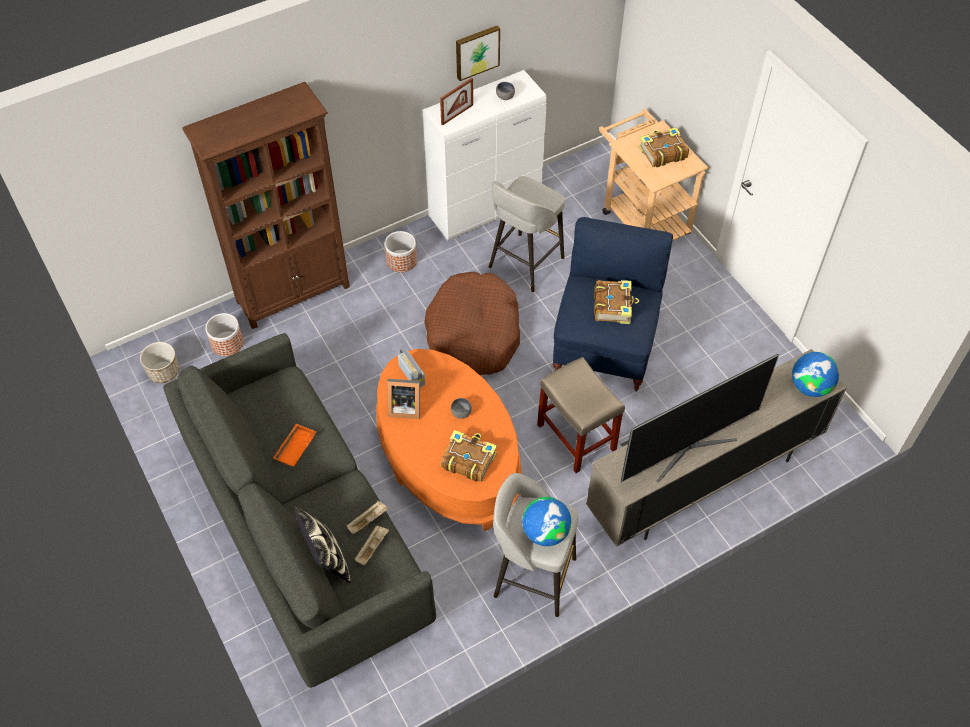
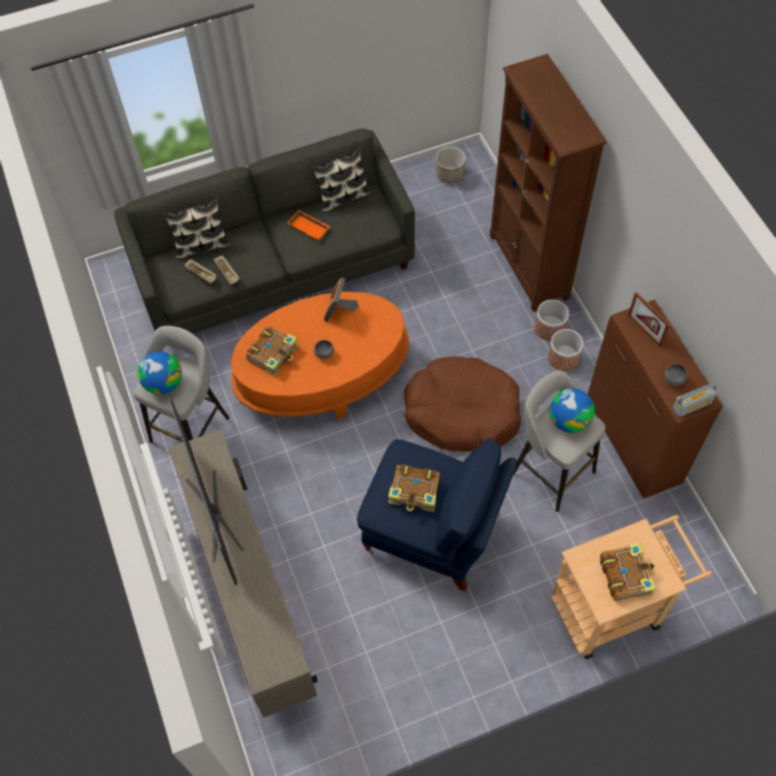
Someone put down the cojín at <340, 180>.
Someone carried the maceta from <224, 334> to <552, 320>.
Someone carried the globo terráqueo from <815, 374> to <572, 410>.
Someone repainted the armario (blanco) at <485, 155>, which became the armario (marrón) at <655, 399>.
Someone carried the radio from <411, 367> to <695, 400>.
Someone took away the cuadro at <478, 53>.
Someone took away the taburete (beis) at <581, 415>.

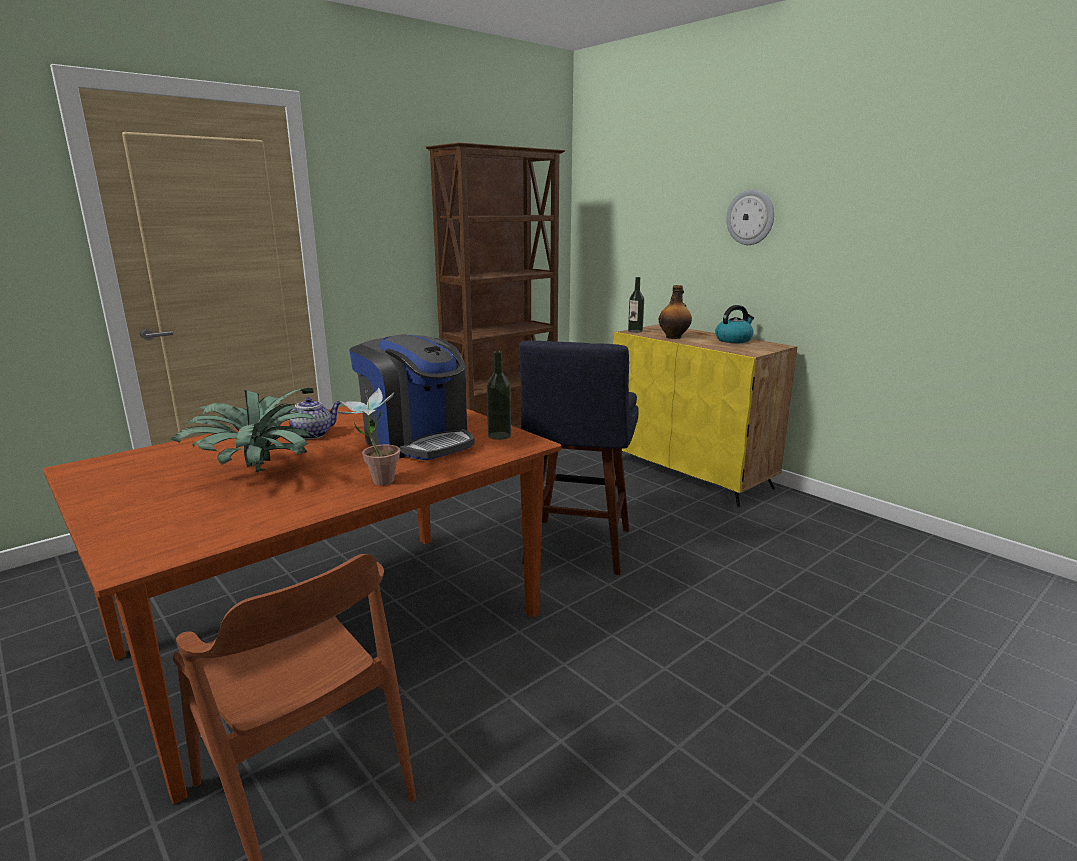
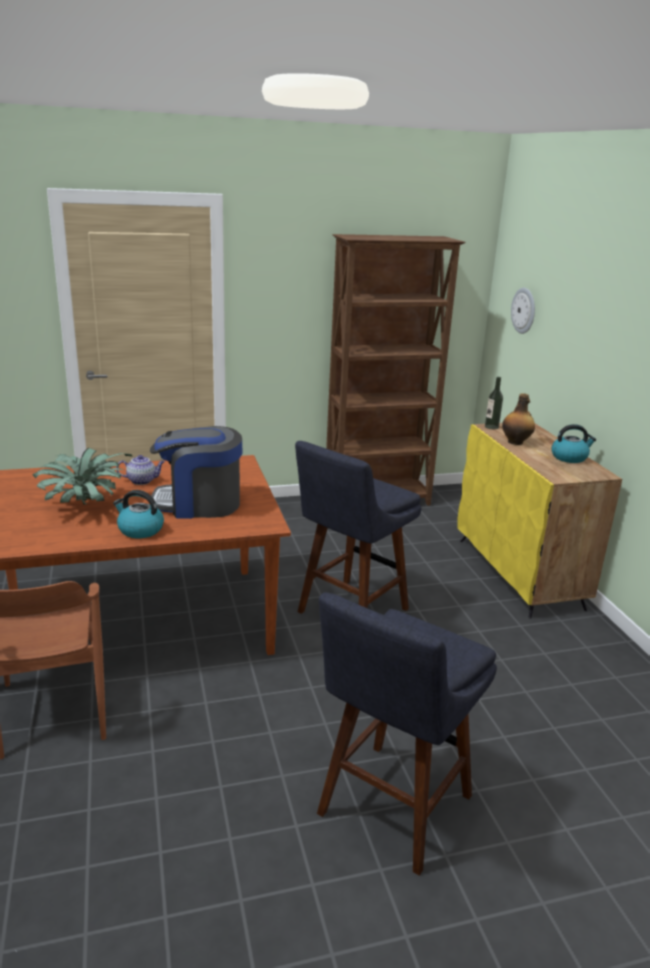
Someone swapped the planta en maceta at <367, 436> for the hervidor at <138, 514>.
Someone rotated the cafetera at <412, 397> by 105 degrees clockwise.
Someone put down the taburete (azul) at <407, 734>.
Someone carried the reloj de pared from <750, 217> to <523, 311>.
Someone took away the botella at <499, 395>.

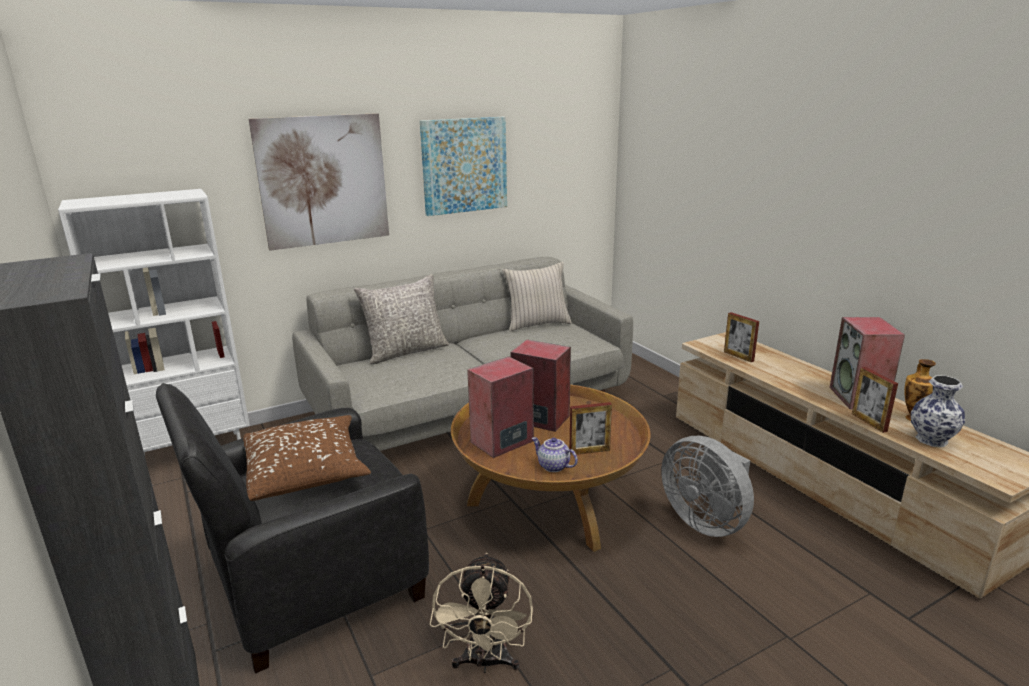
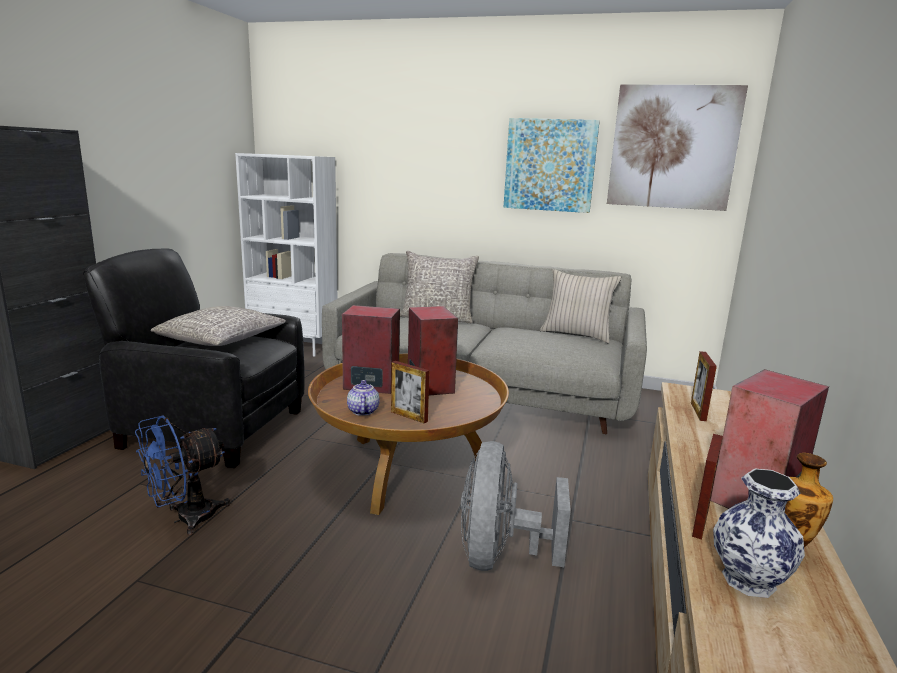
Someone repainted the ventilador (beis) at <481, 613>, which became the ventilador (azul) at <182, 476>.
Someone repainted the cojín (marrón) at <307, 458>, which became the cojín (gris) at <218, 326>.
Someone carried the cuadro from <319, 182> to <677, 147>.

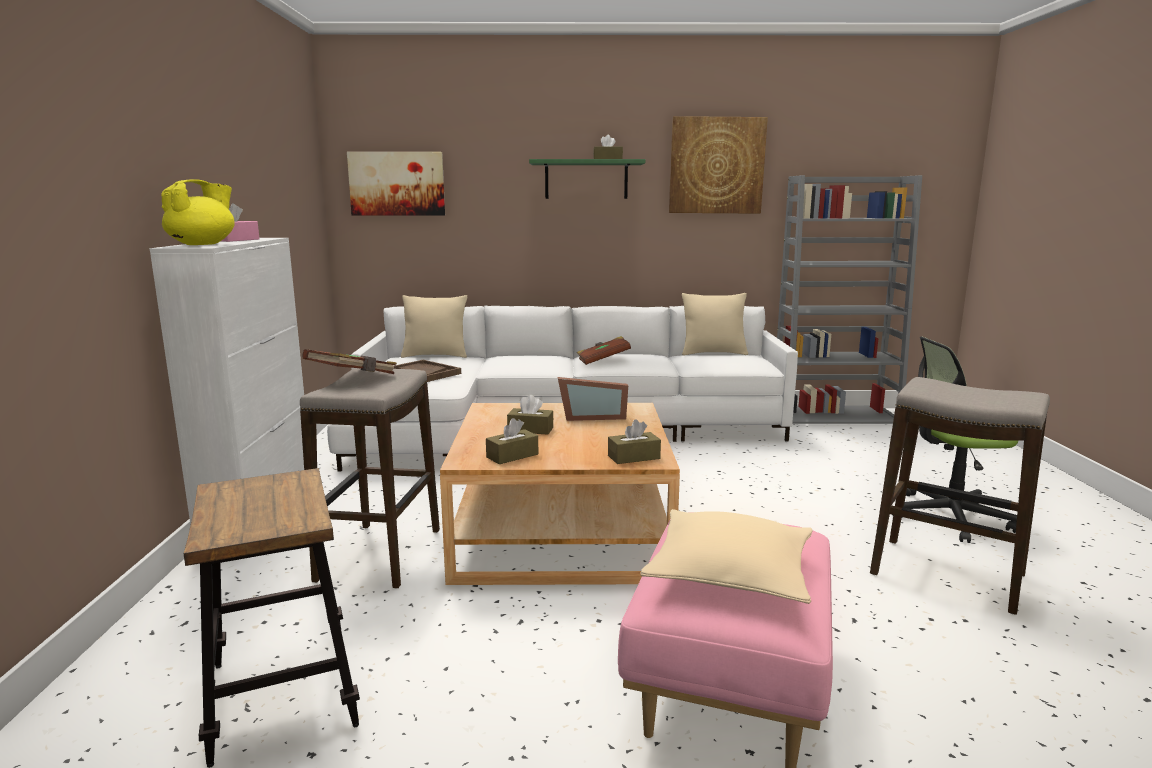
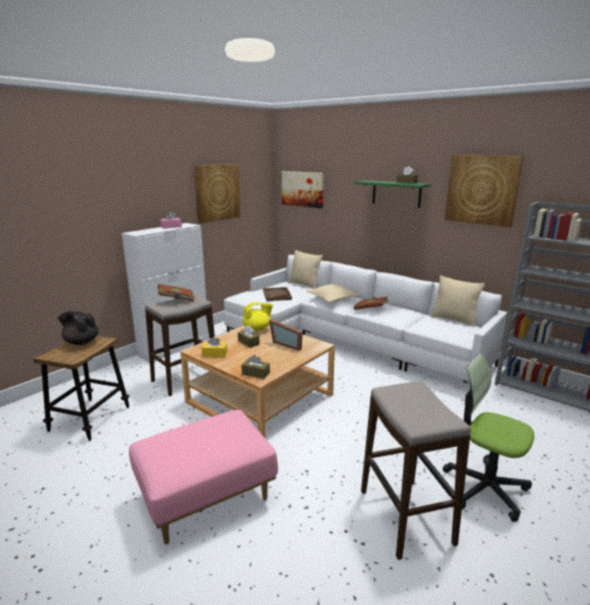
Someone put down the tetera (negro) at <78, 328>.
Someone put up the cuadro at <217, 193>.
Someone repainted the caja de pañuelos (marrón) at <512, 441>, which became the caja de pañuelos (amarillo) at <214, 346>.
Someone carried the tetera (amarillo) from <198, 212> to <258, 316>.
Someone carried the cojín (beis) from <726, 556> to <333, 293>.

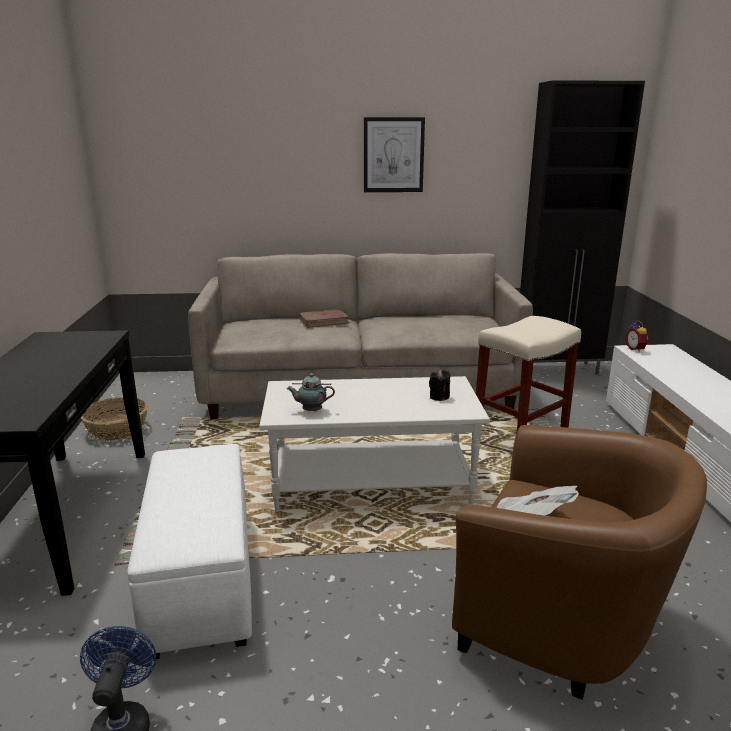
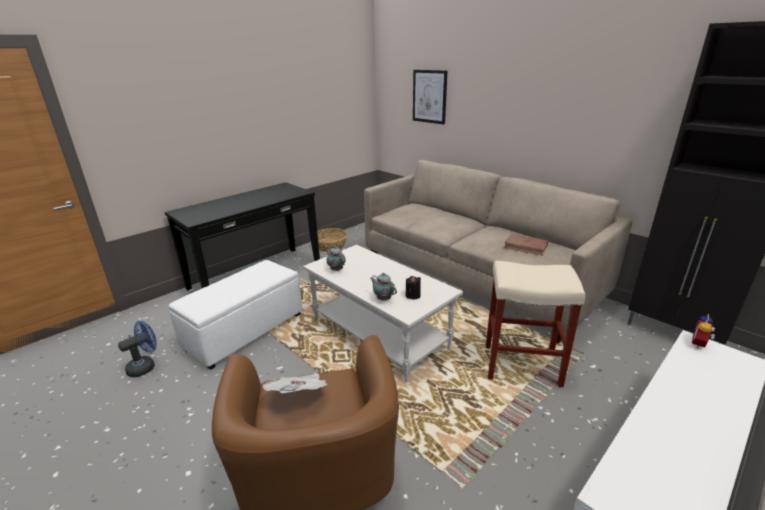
Someone put down the tetera at <383, 287>.
Someone carried the cuadro from <394, 154> to <430, 97>.
Someone carried the libro (marrón) from <324, 318> to <526, 245>.

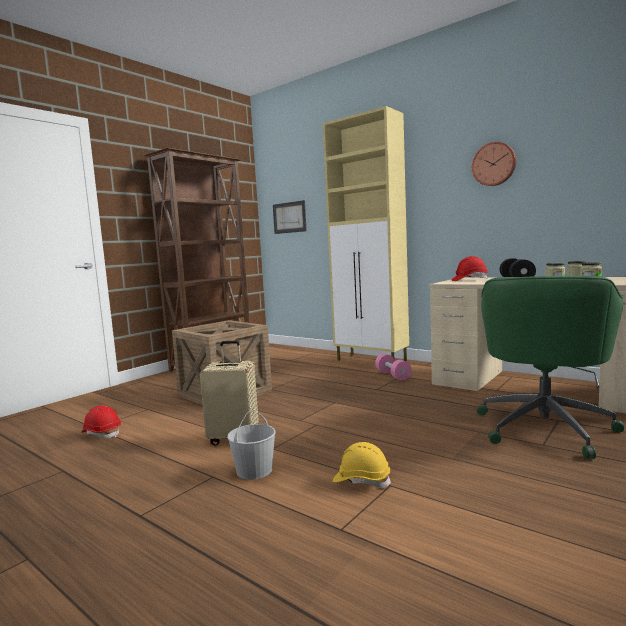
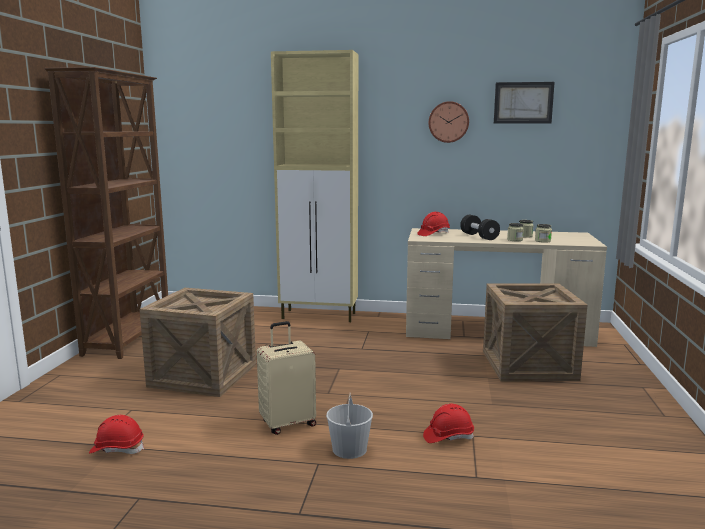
Someone repainted the casco (amarillo) at <362, 465>, which became the casco (rojo) at <448, 423>.
Someone swapped the silla de oficina (verde) at <550, 367> for the caja de embalaje at <535, 332>.
Someone carried the cuadro from <290, 217> to <524, 103>.
Someone took away the mancuerna (rosa) at <393, 367>.

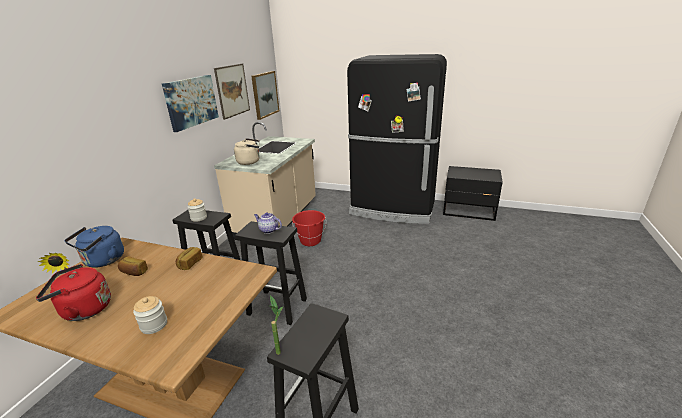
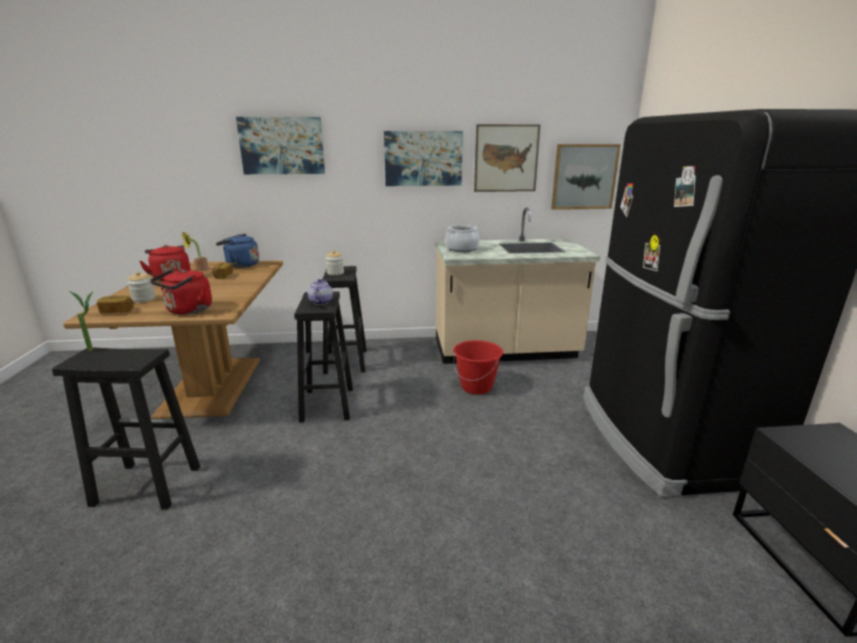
Someone carried the pan from <189, 258> to <115, 304>.
Someone put down the hervidor (rojo) at <181, 292>.
Someone put up the cuadro at <280, 145>.
Someone swapped the hervidor (beis) at <247, 151> for the olla at <462, 238>.

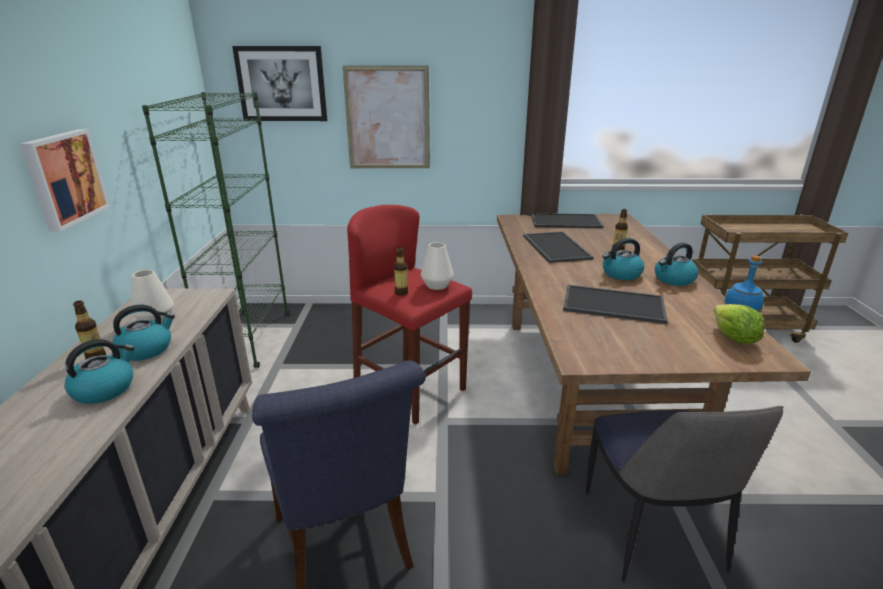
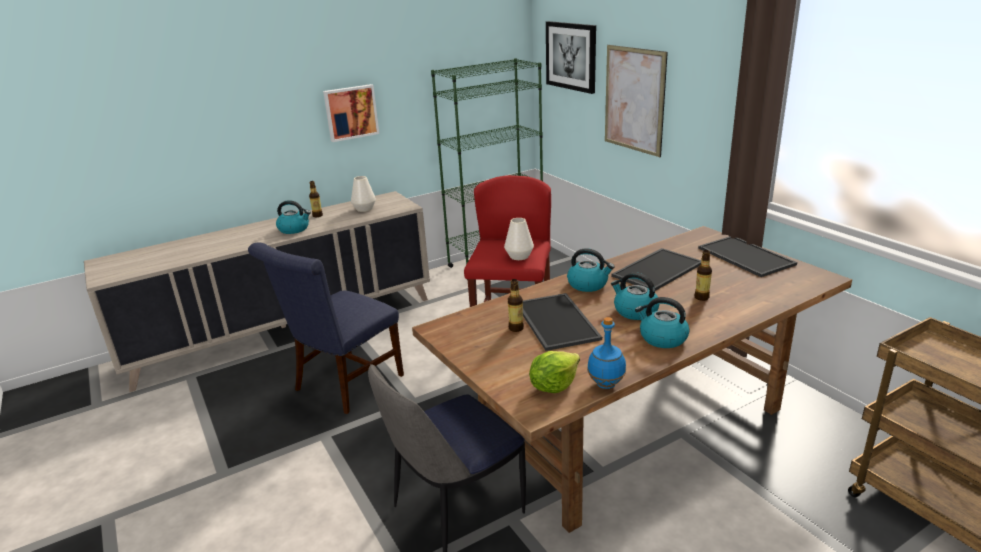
Someone carried the botella from <401, 271> to <516, 305>.
Someone carried the hervidor from <144, 332> to <590, 270>.

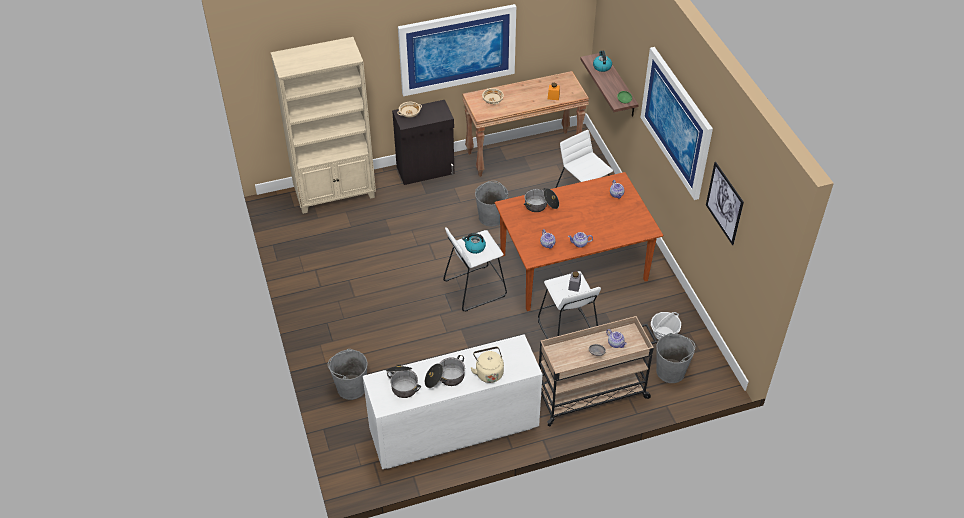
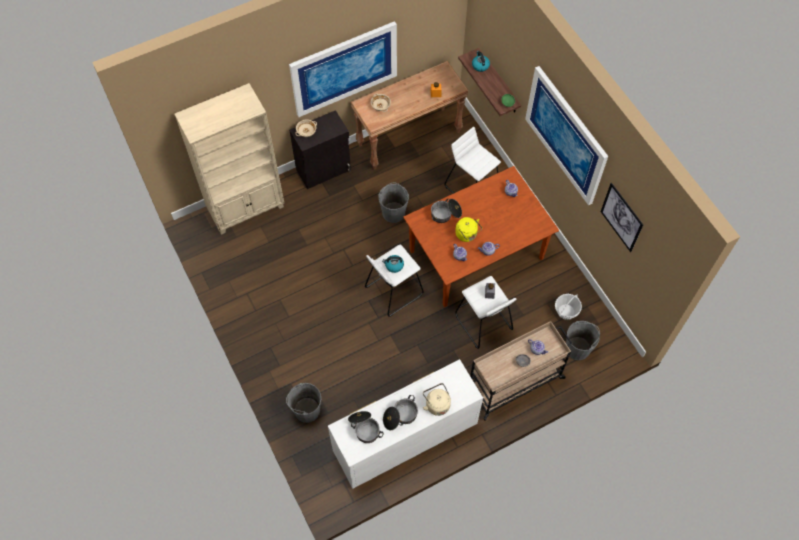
Someone put down the hervidor (amarillo) at <468, 229>.

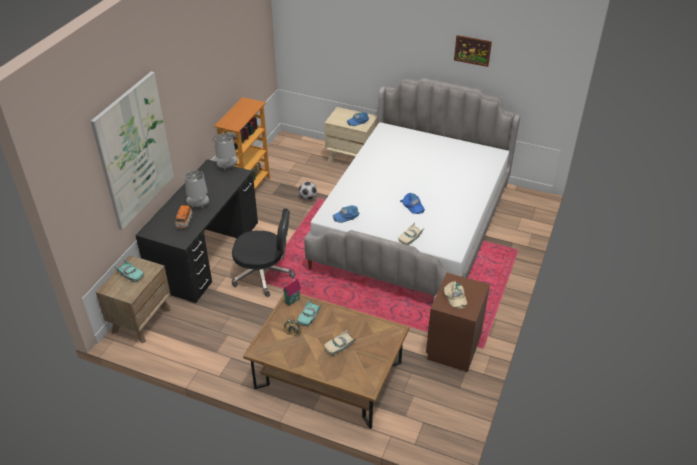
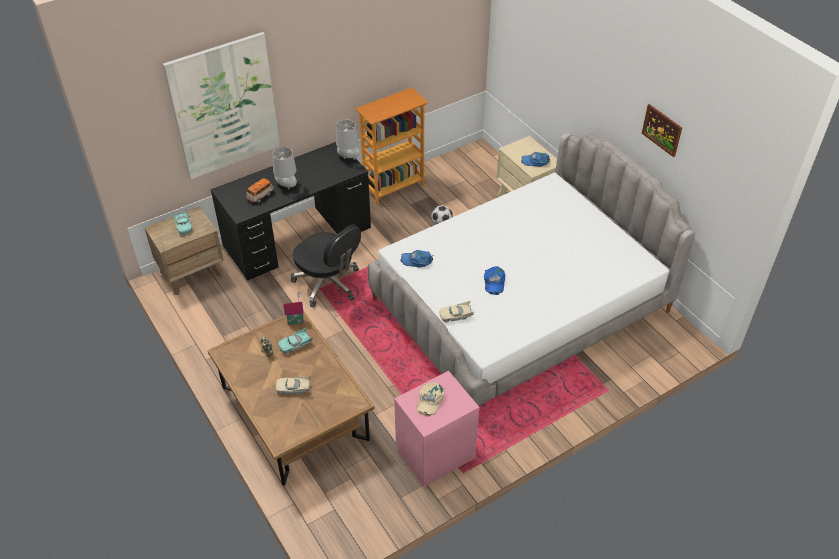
Someone repainted the mesita de noche (marrón) at <458, 322>, which became the mesita de noche (rosa) at <436, 429>.

